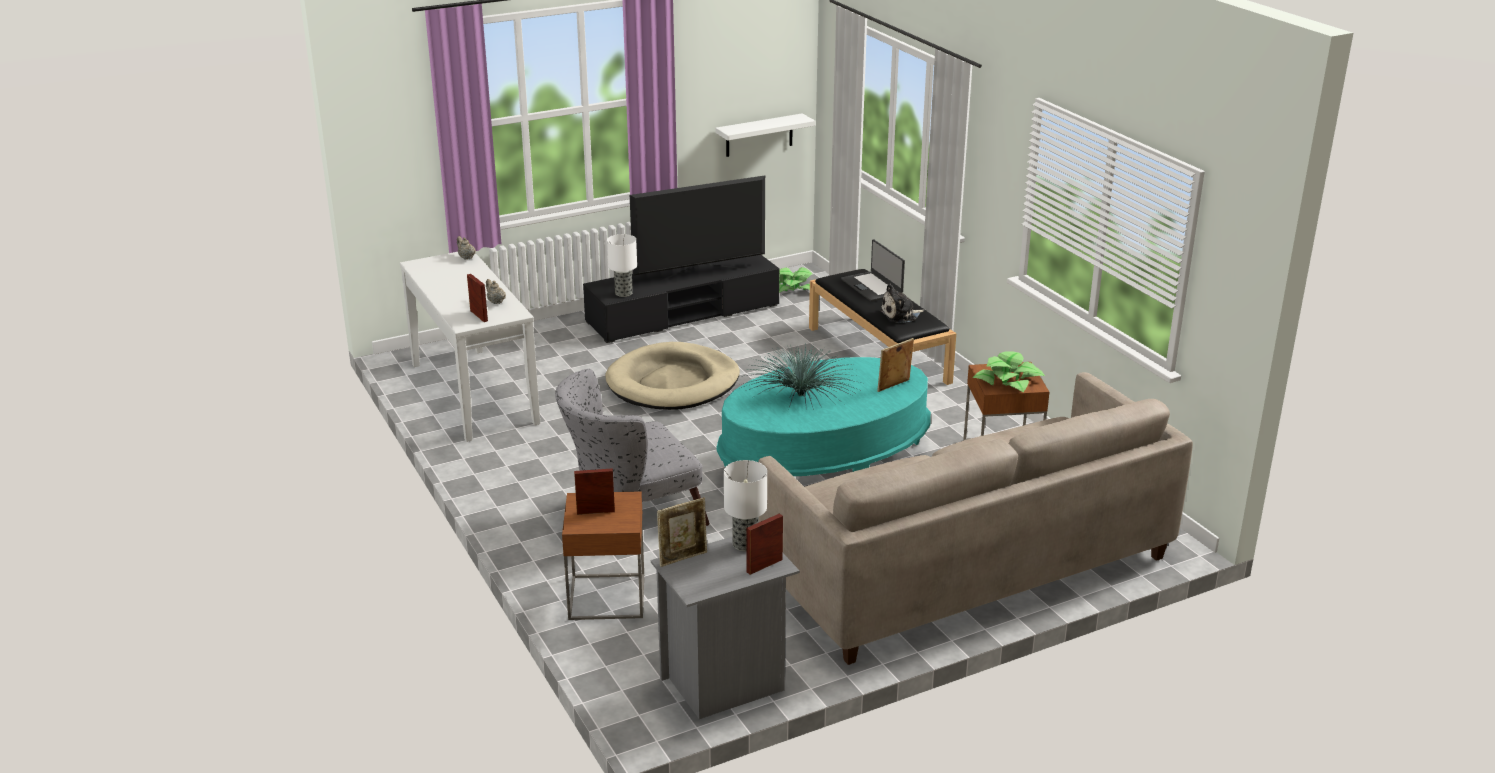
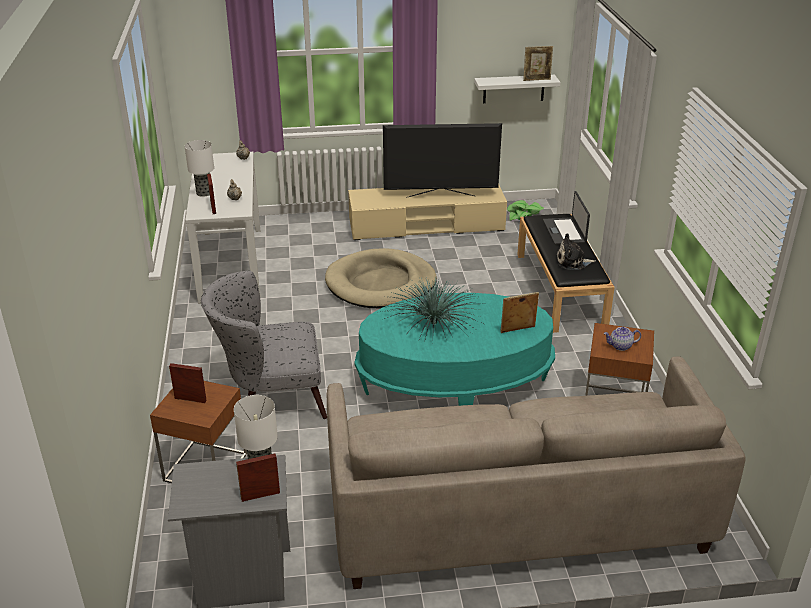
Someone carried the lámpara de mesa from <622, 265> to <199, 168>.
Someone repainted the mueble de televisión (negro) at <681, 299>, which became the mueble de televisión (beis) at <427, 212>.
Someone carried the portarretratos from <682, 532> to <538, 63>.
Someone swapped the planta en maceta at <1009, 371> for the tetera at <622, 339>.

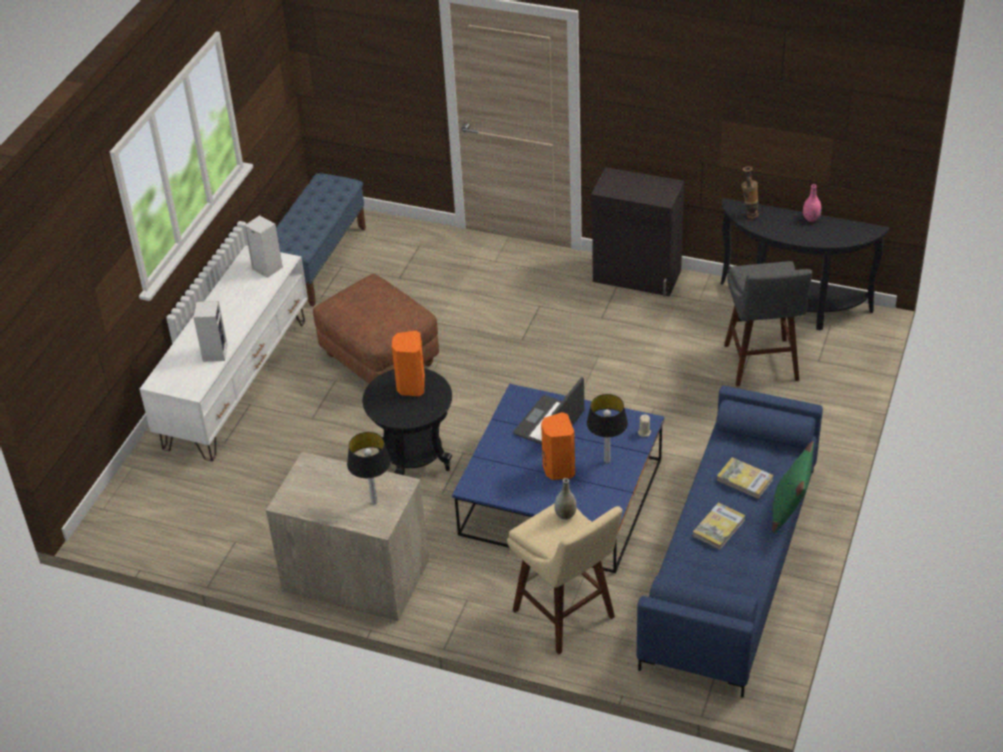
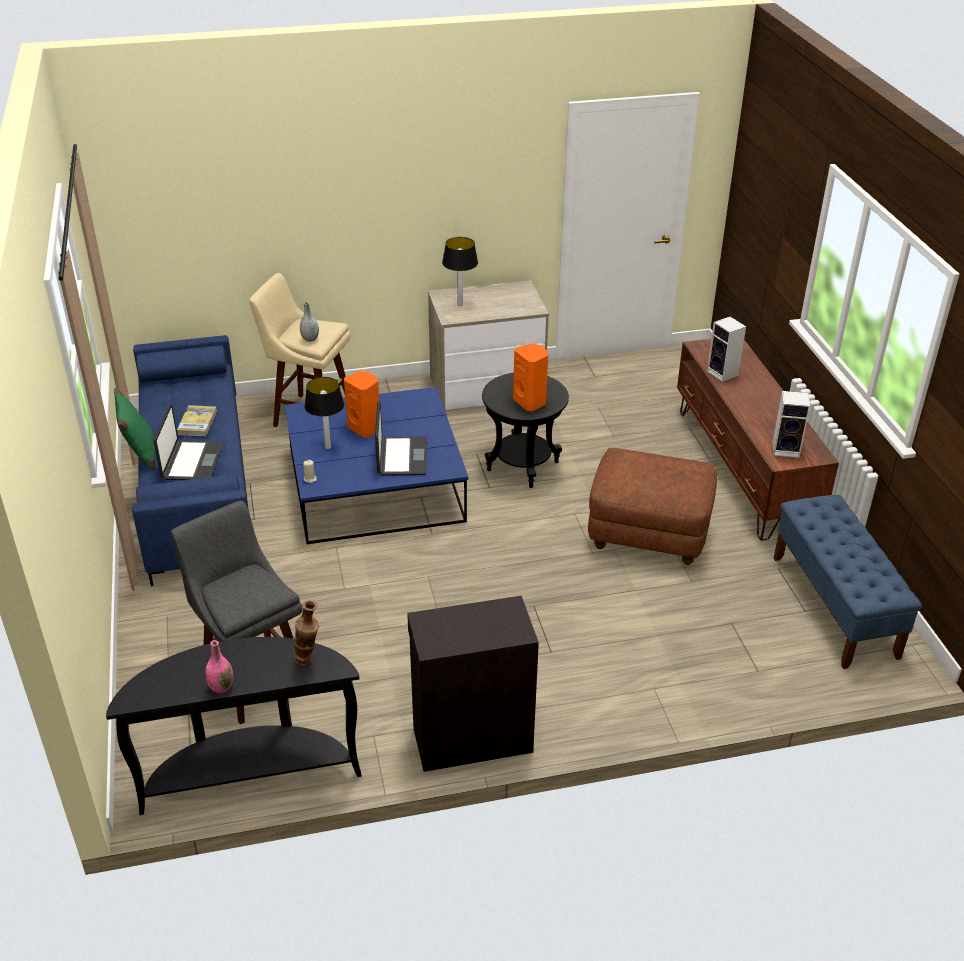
Someone swapped the libro at <745, 477> for the portátil at <188, 442>.
Someone repainted the mueble de televisión (blanco) at <224, 353>, which became the mueble de televisión (marrón) at <758, 440>.

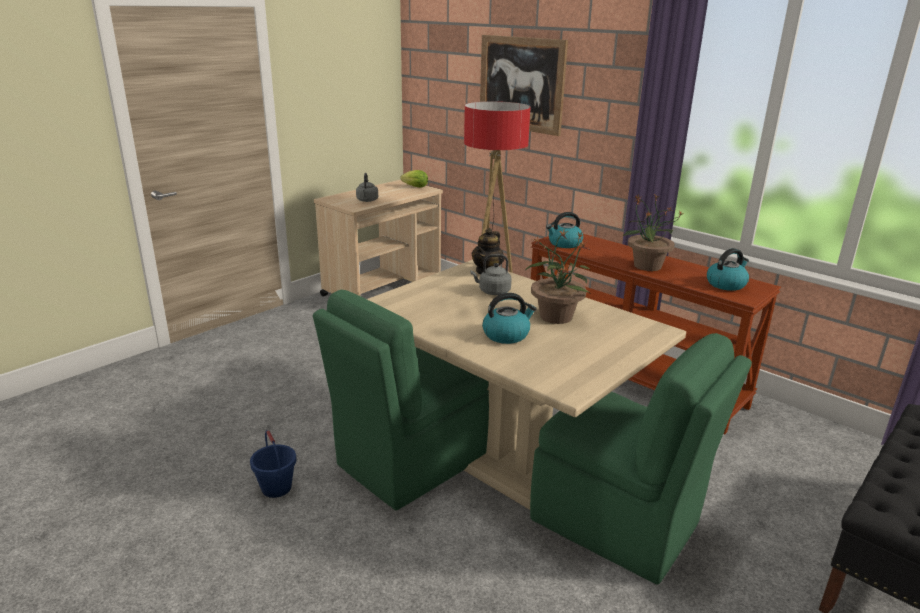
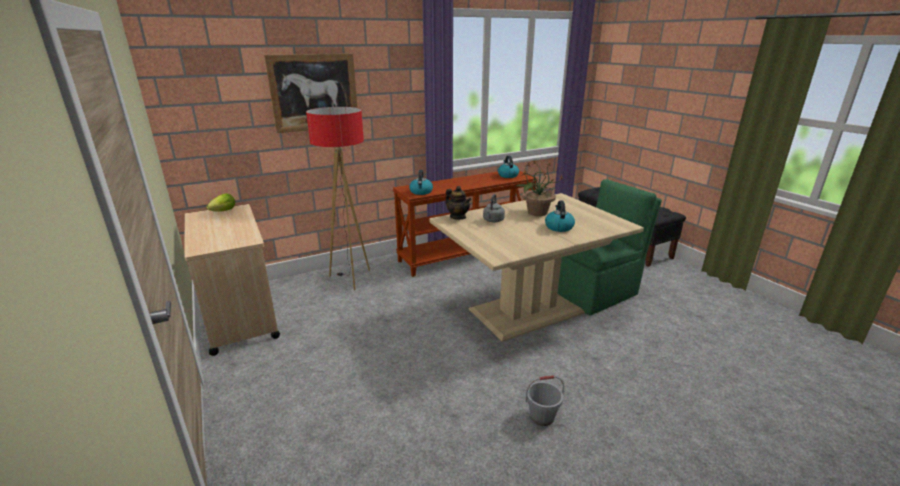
Someone repainted the cubo (azul) at <273, 464>, which became the cubo (gris) at <545, 400>.
Someone took away the silla (verde) at <401, 400>.
Someone took away the hervidor (gris) at <367, 187>.
Someone took away the planta en maceta at <653, 233>.

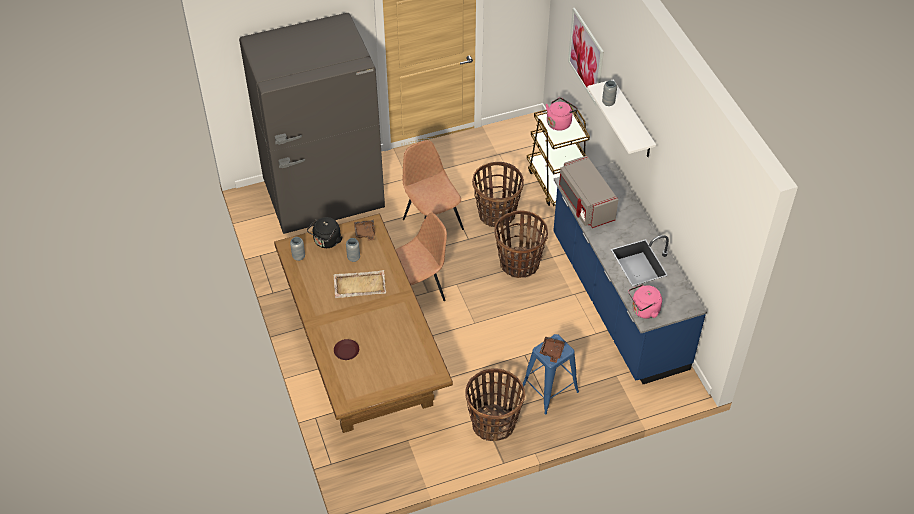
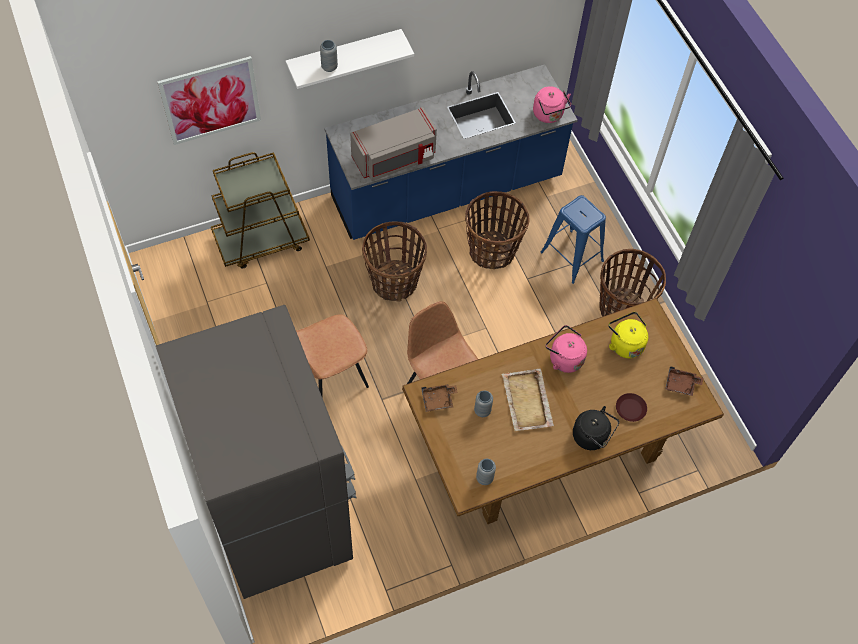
Someone carried the cesta from <498, 195> to <497, 230>.
Someone carried the hervidor (rosa) from <562, 114> to <566, 349>.
Someone carried the hervidor (negro) from <324, 232> to <596, 428>.
Someone put down the hervidor (amarillo) at <628, 335>.
Someone carried the bandeja (marrón) from <552, 349> to <684, 381>.

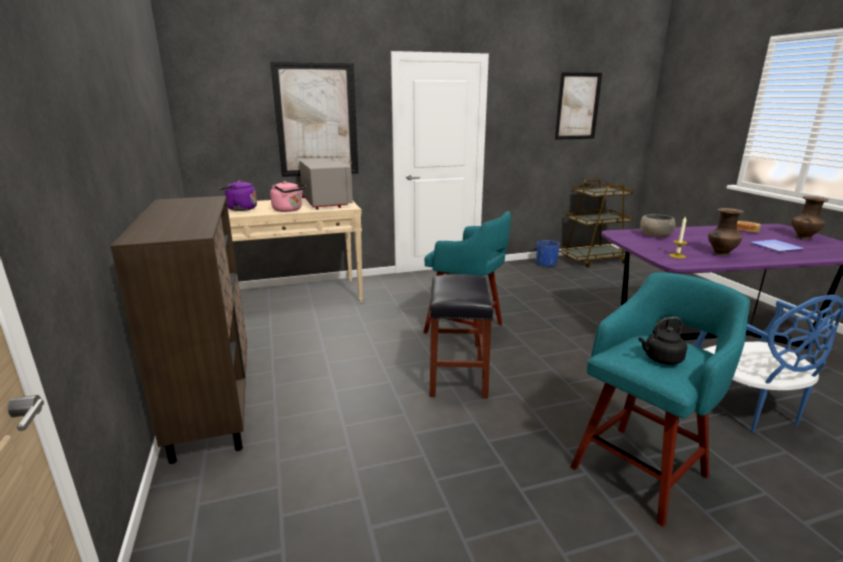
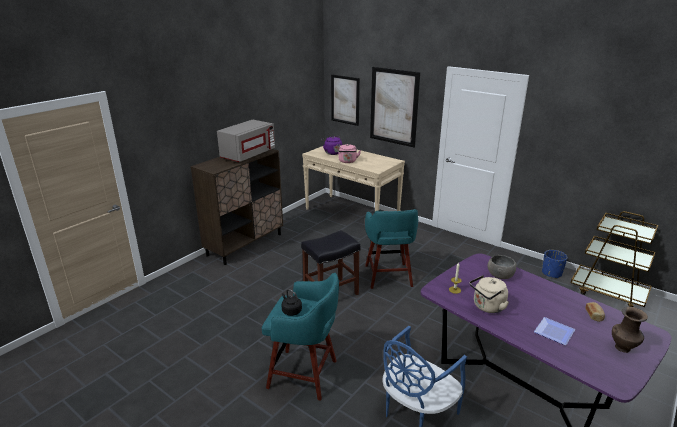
Someone carried the microondas (gris) from <326, 184> to <246, 141>.
Someone carried the cuadro from <578, 106> to <345, 100>.
Someone swapped the florero (marrón) at <726, 232> for the hervidor (beis) at <489, 294>.

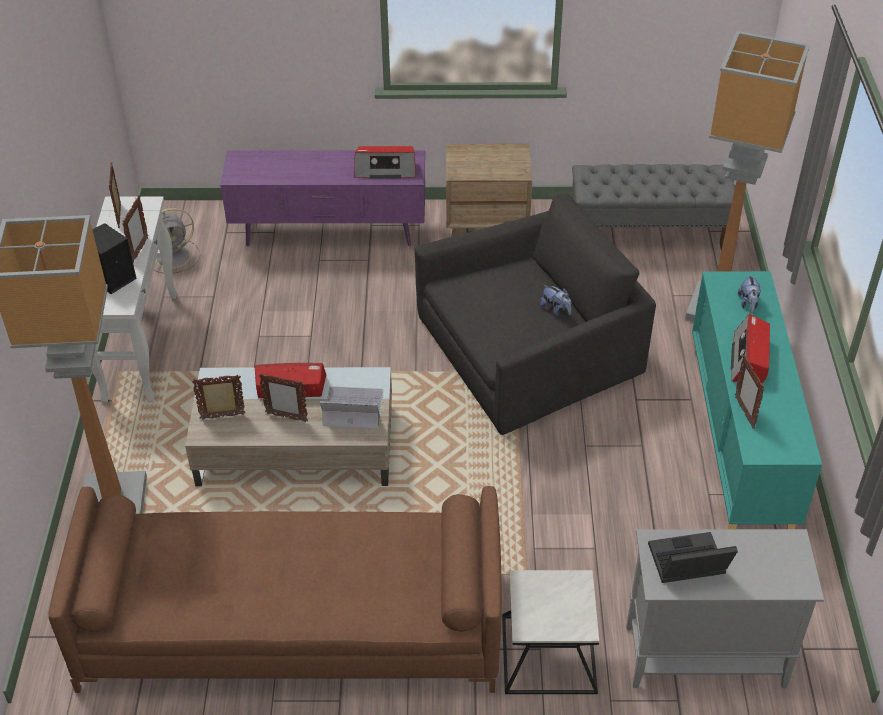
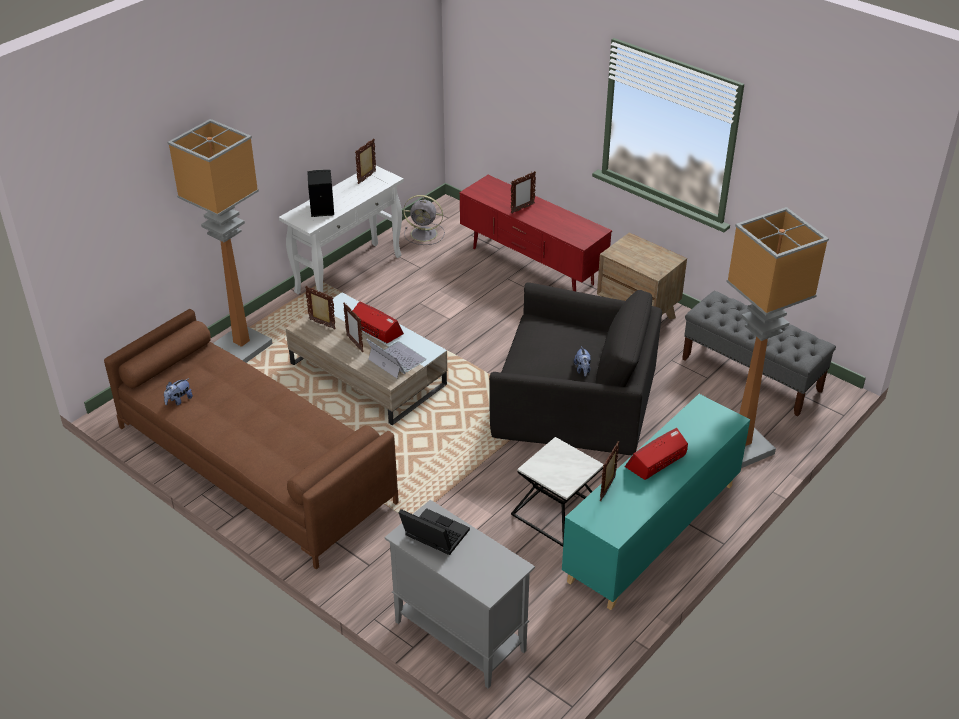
Someone carried the peluche from <749, 293> to <178, 391>.
Someone repainted the mueble de televisión (morado) at <322, 198>, which became the mueble de televisión (rojo) at <535, 233>.
Someone carried the portarretratos from <135, 229> to <523, 192>.
Someone carried the mesa auxiliar from <550, 632> to <557, 492>.
Someone took away the radio at <385, 162>.

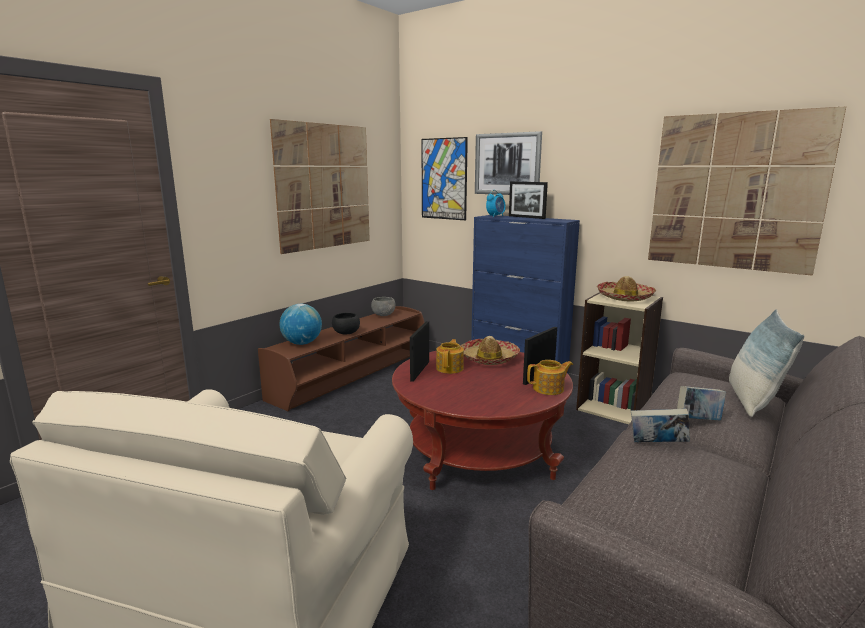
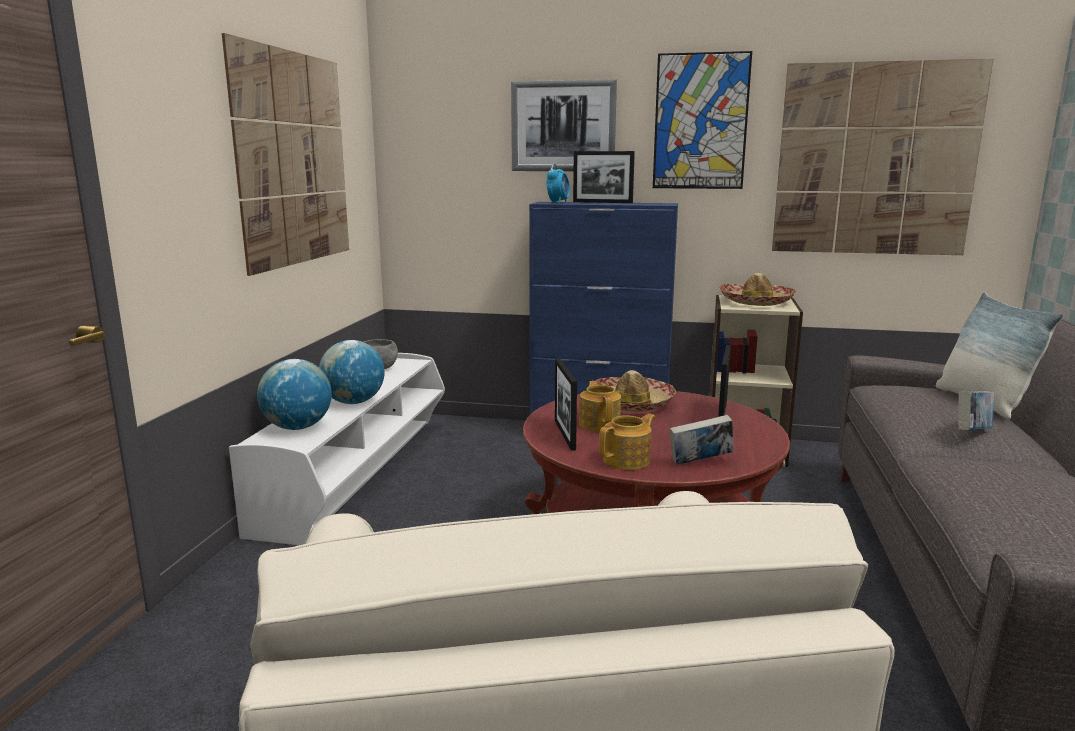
Someone repainted the mueble de televisión (marrón) at <341, 358>, which became the mueble de televisión (blanco) at <337, 449>.
Someone swapped the cuenco (negro) at <346, 323> for the globo terráqueo at <352, 372>.
Someone carried the tetera from <550, 377> to <627, 442>.
Someone carried the cuadro from <444, 178> to <702, 120>.
Someone carried the libro from <660, 425> to <701, 440>.

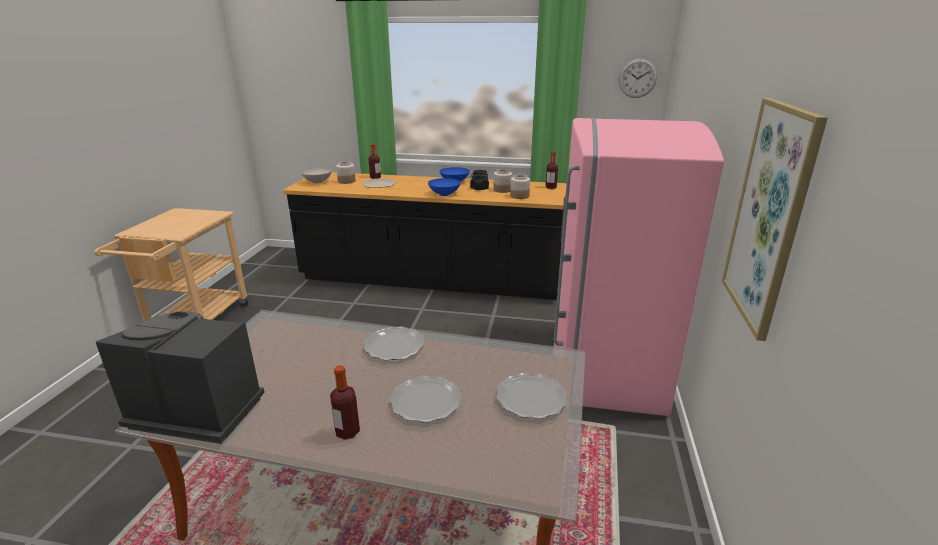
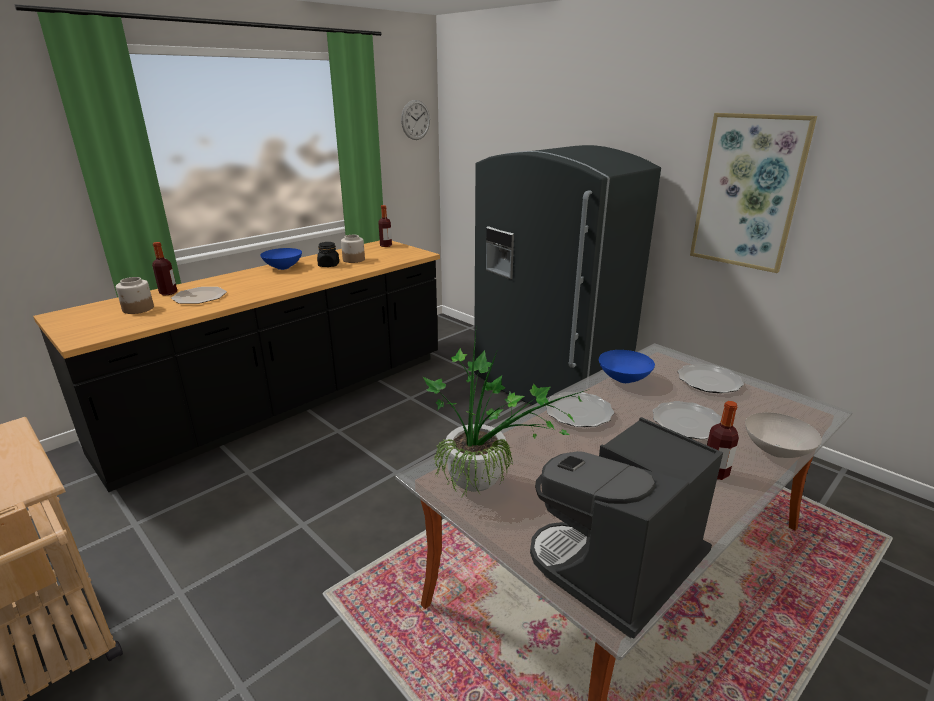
Someone put down the planta en maceta at <504, 411>.
Someone repainted the nevera (rosa) at <638, 267>, which became the nevera (gris) at <567, 275>.
Someone carried the cuenco (azul) from <444, 187> to <627, 366>.
Someone carried the cuenco (blanco) from <316, 175> to <783, 435>.
Someone took away the tarro at <520, 186>.

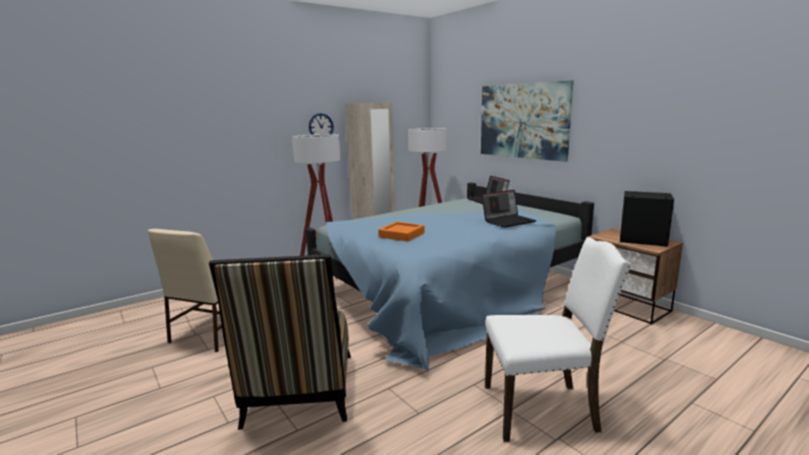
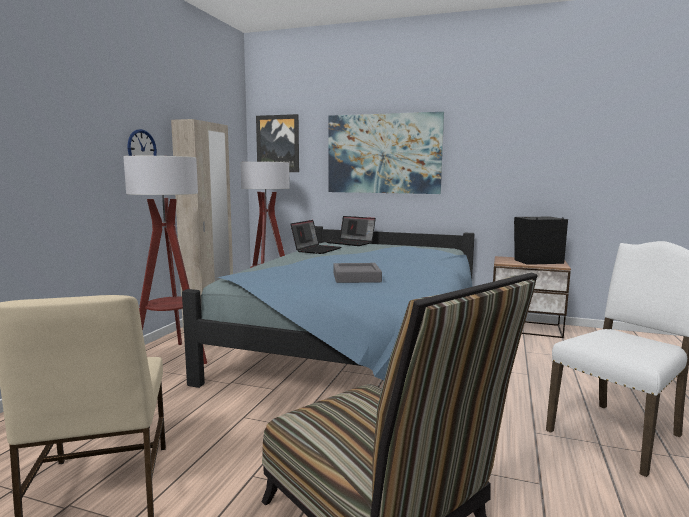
Someone put up the cuadro at <277, 143>.
Someone carried the portátil from <509, 209> to <316, 237>.
Someone repainted the bandeja (naranja) at <401, 232>, which became the bandeja (gris) at <357, 273>.

